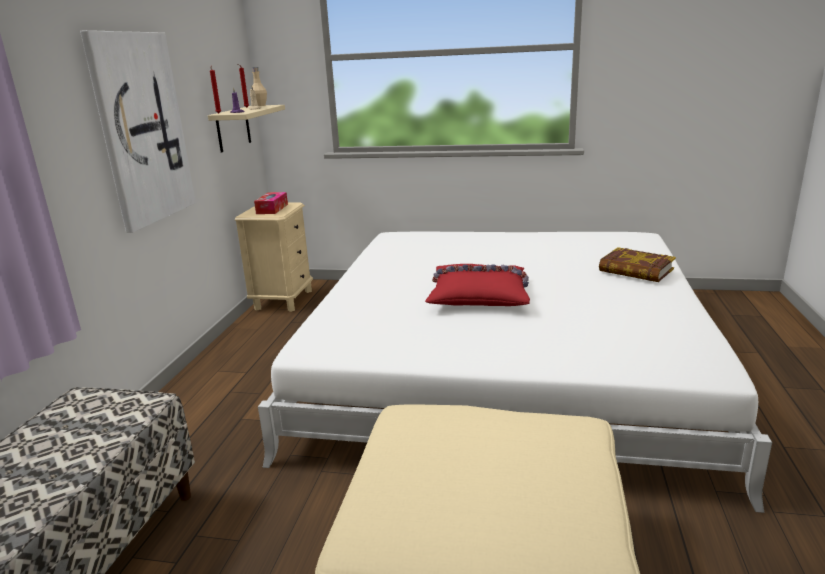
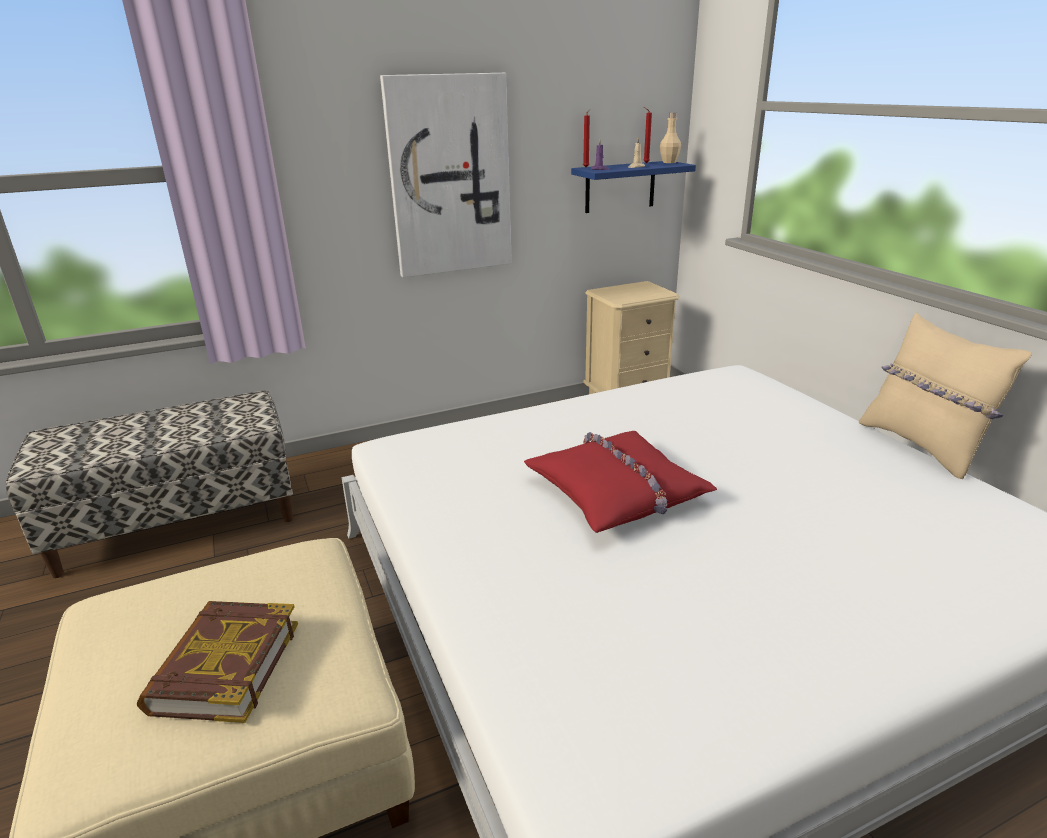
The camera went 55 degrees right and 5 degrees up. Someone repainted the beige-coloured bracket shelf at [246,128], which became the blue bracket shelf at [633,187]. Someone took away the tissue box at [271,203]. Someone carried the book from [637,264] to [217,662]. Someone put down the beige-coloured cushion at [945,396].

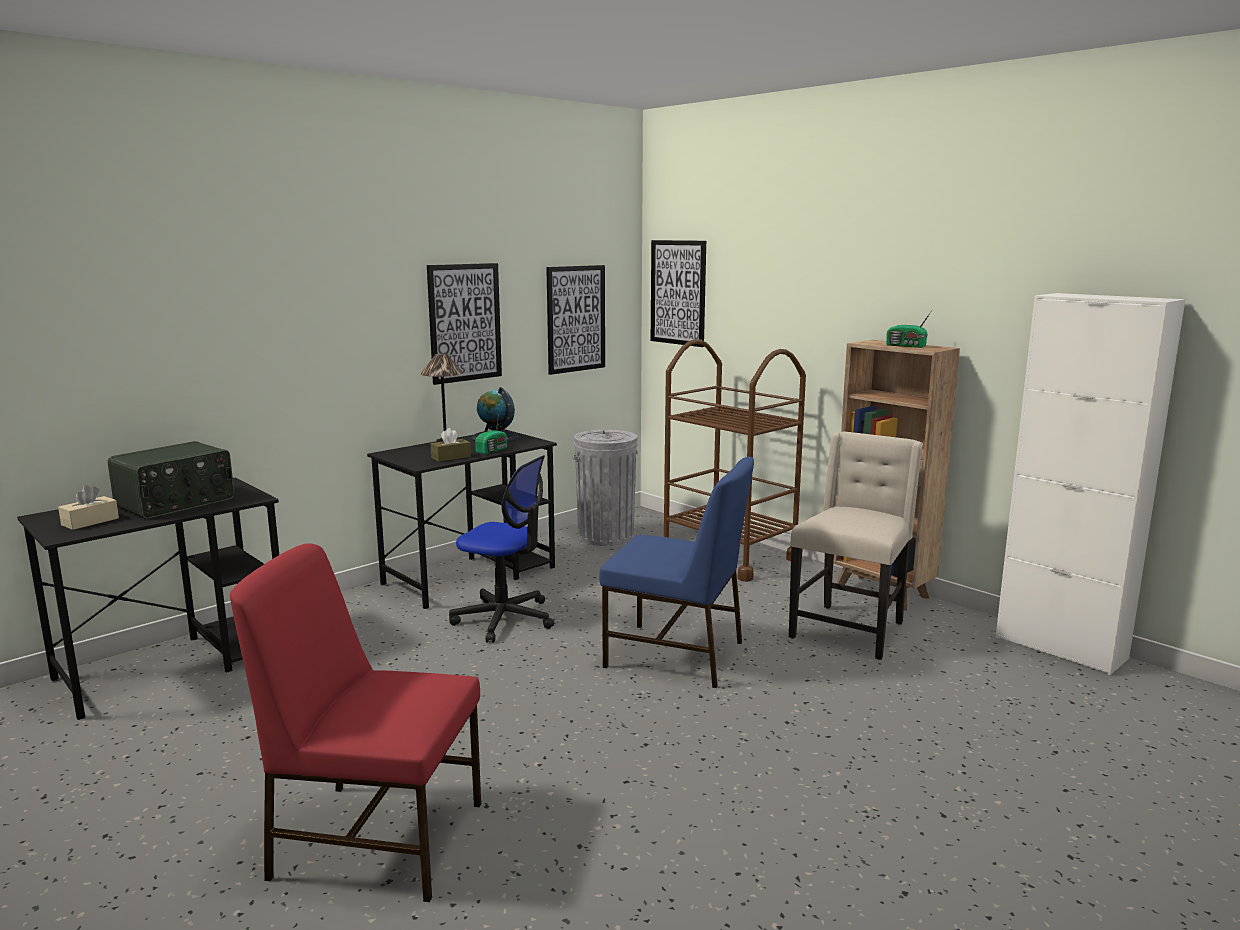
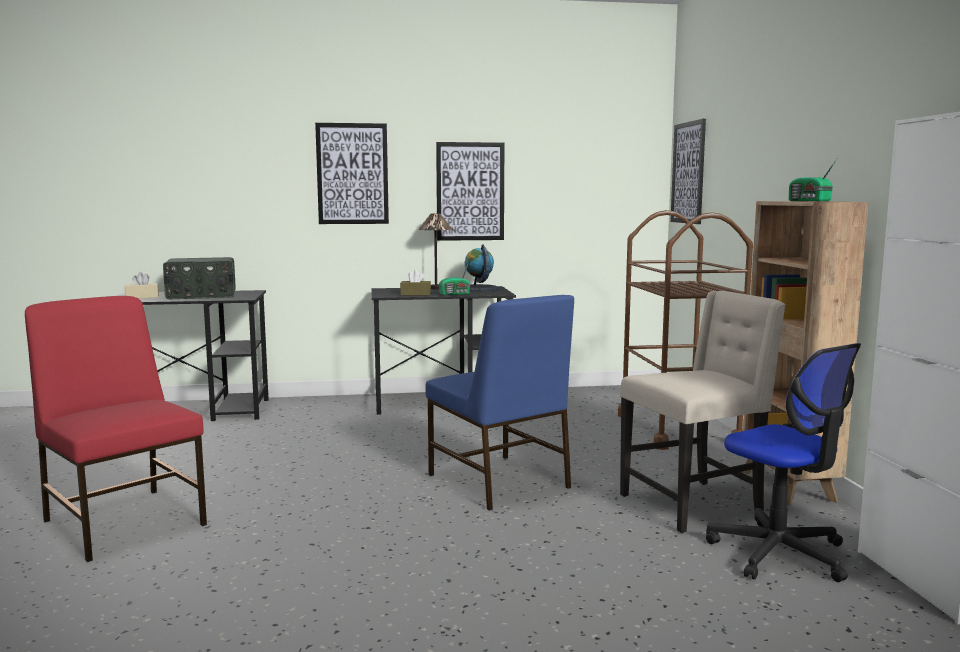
The camera went 35 degrees right and 5 degrees down. Someone carried the wall picture from [575,320] to [352,173]. Someone took away the greyish rubbish bin at [605,488]. Someone carried the desk chair from [501,549] to [783,462].

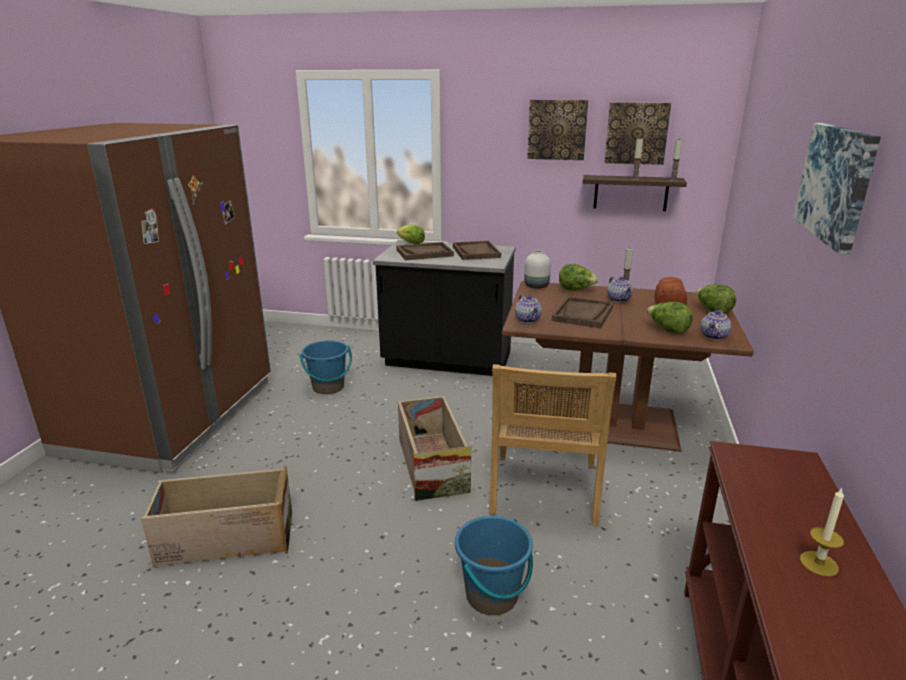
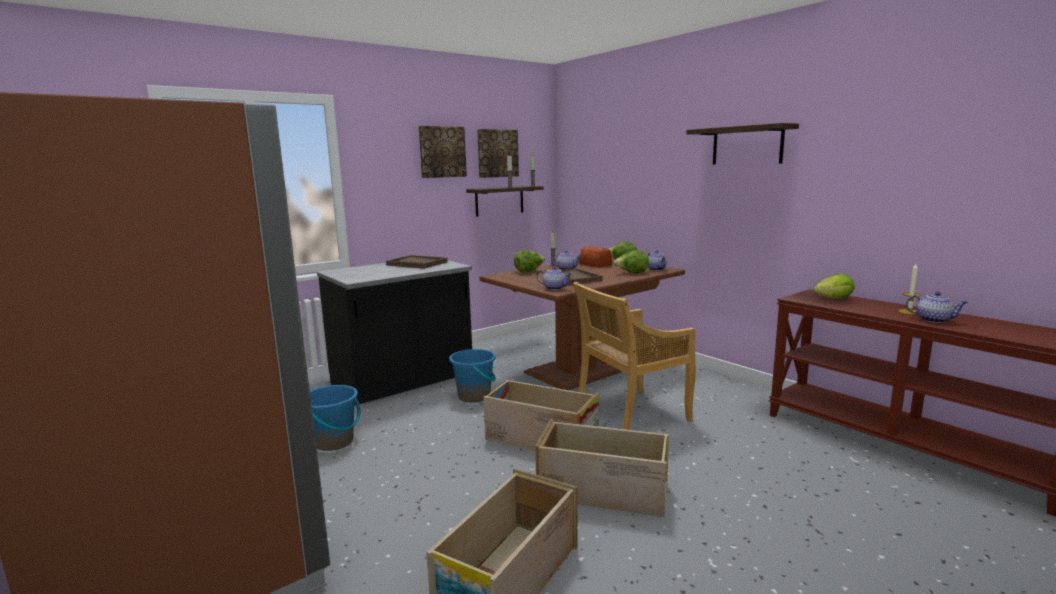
The camera went 50 degrees left and 10 degrees down. Someone swapped the wall picture at [837,189] for the bracket shelf at [742,143]. Someone carried the head of lettuce from [410,234] to [834,286]. Someone took away the brownish tray at [425,251]. Someone took away the white flower vase at [537,269]. Someone rotated the beige-coloured plain chair at [552,445] by 105 degrees clockwise. Someone carried the blue bucket from [494,565] to [472,376]. Someone put down the teapot at [937,307]. Someone put down the packing crate at [602,468].

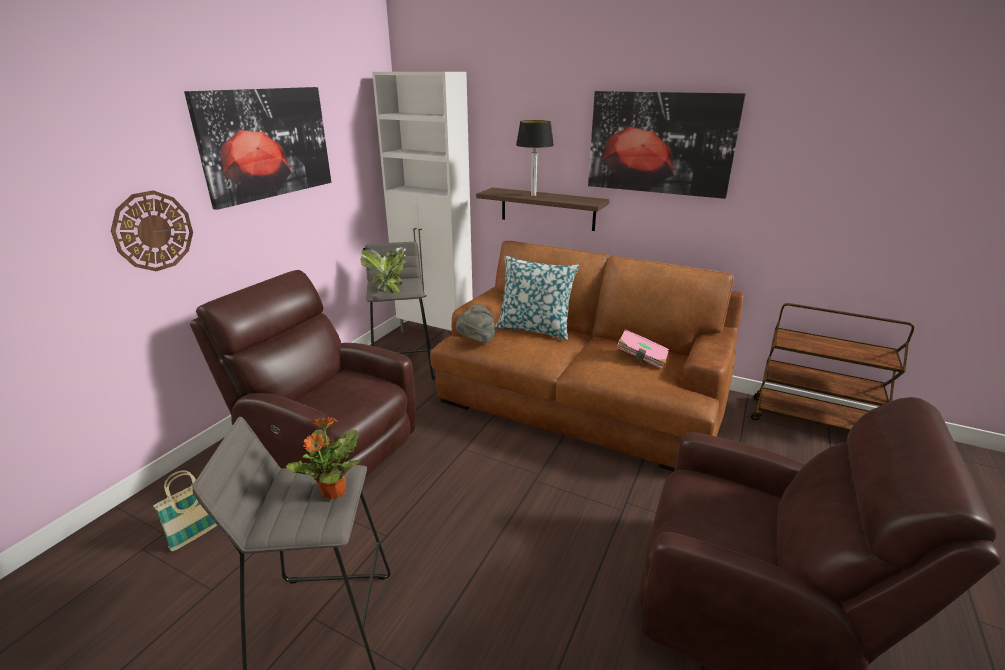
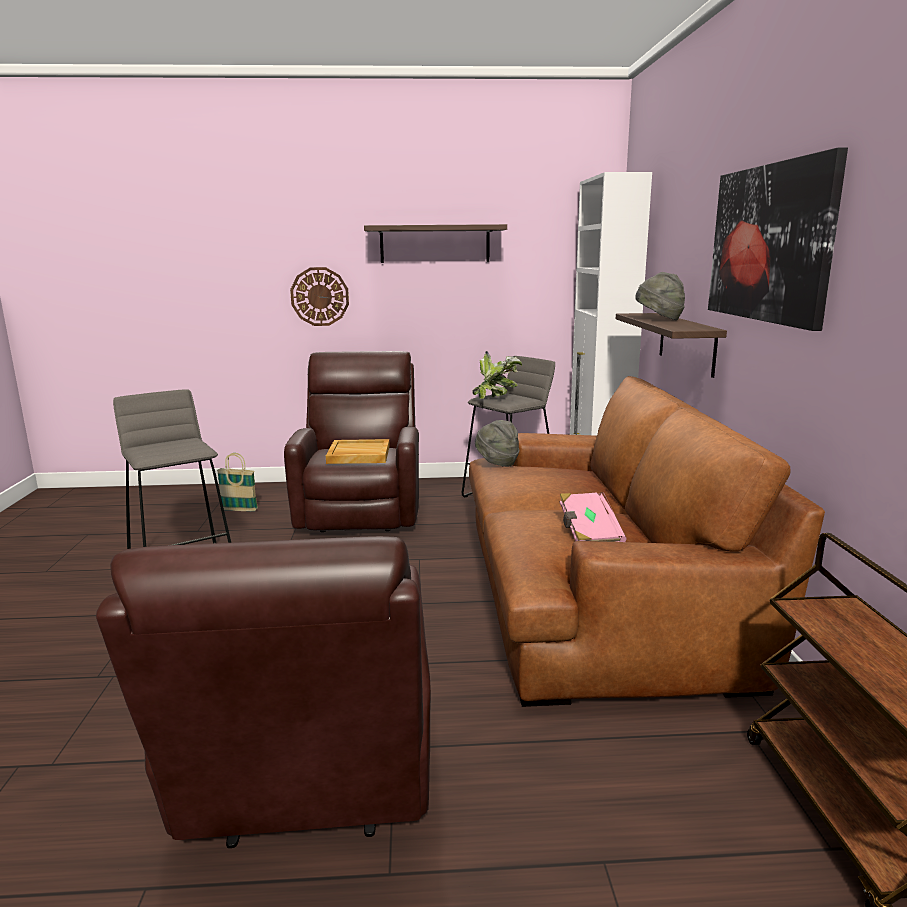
The camera went 60 degrees right and 10 degrees down. Someone swapped the wall picture at [257,148] for the bracket shelf at [435,243]. Someone swapped the lamp for a table at [535,158] for the greyish clothing hat at [660,296]. Someone took away the cushion at [537,298]. Someone took away the houseplant at [323,458]. Someone put down the beige-coloured tray at [358,451].

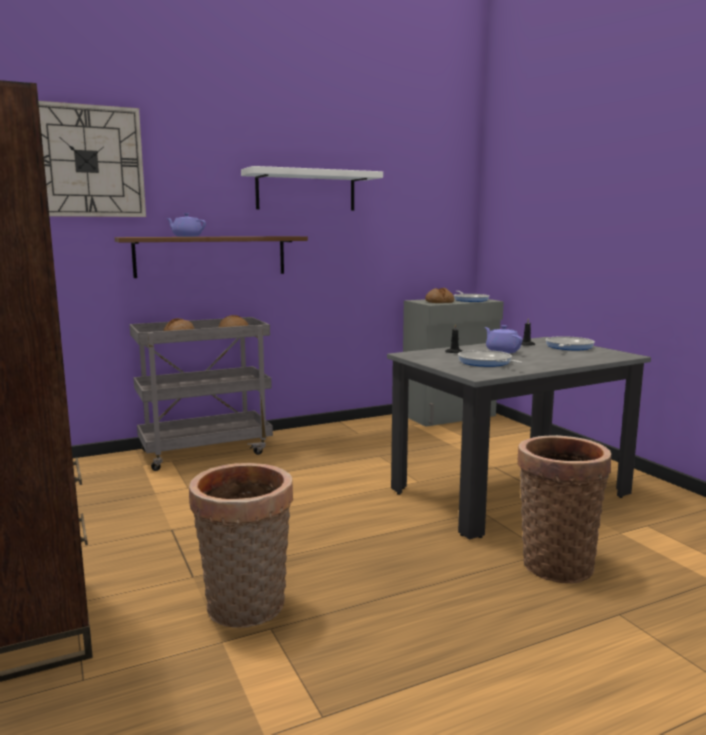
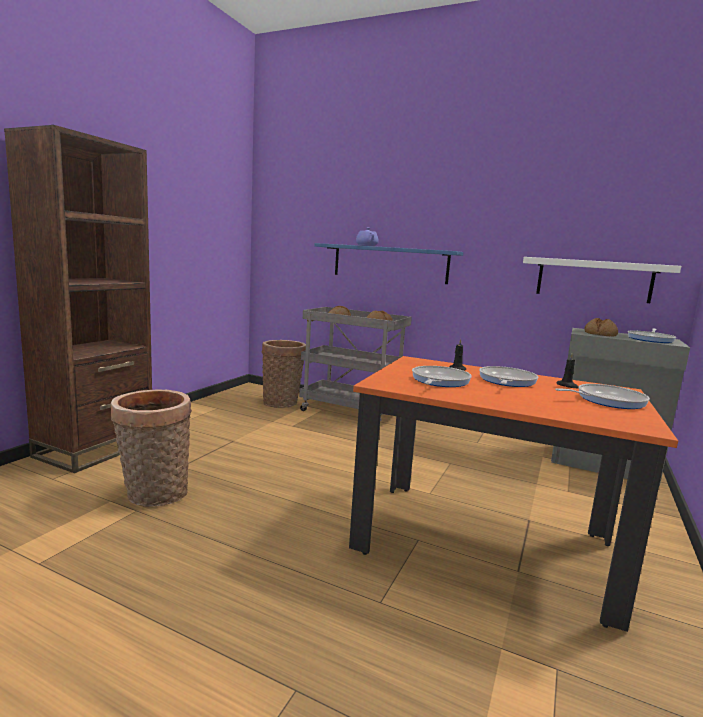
The camera went 50 degrees right and 0 degrees up. Someone took away the hanging clock at [92,159]. Someone carried the white bracket shelf from [312,188] to [602,280]. Someone repainted the brownish bracket shelf at [211,257], which became the blue bracket shelf at [388,263]. Someone swapped the purplish teapot at [504,339] for the pan at [508,376]. Someone repainted the greyish dinner table at [519,438], which became the orange-coloured dinner table at [513,494]. Someone carried the basket from [564,509] to [284,374].

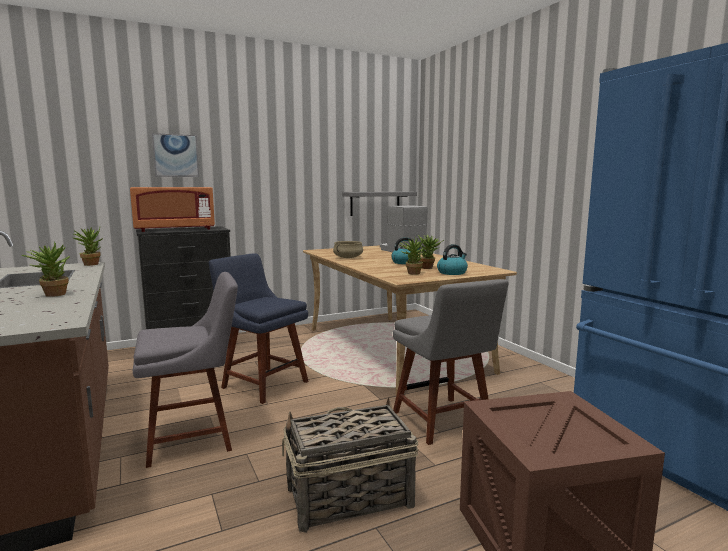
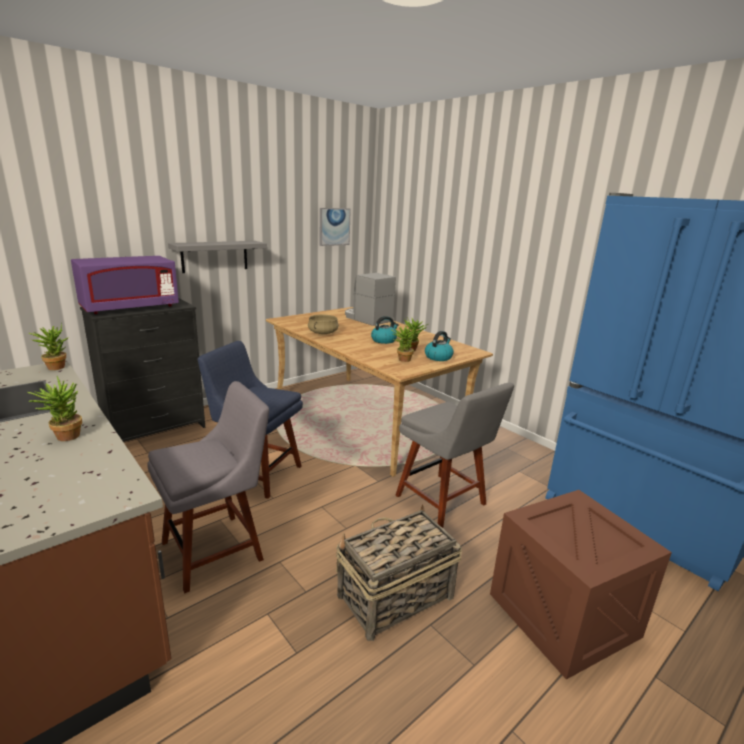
The camera went 15 degrees left and 10 degrees up. Someone carried the wall picture from [175,155] to [335,227]. Someone repainted the orange-coloured microwave at [172,209], which became the purplish microwave at [125,285]. Someone carried the greyish bracket shelf from [379,204] to [217,257].

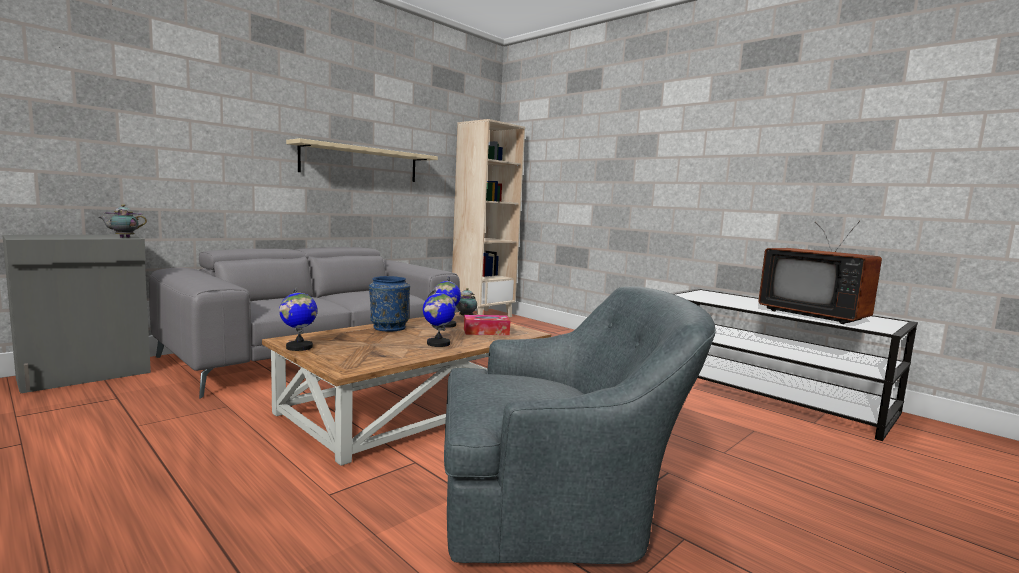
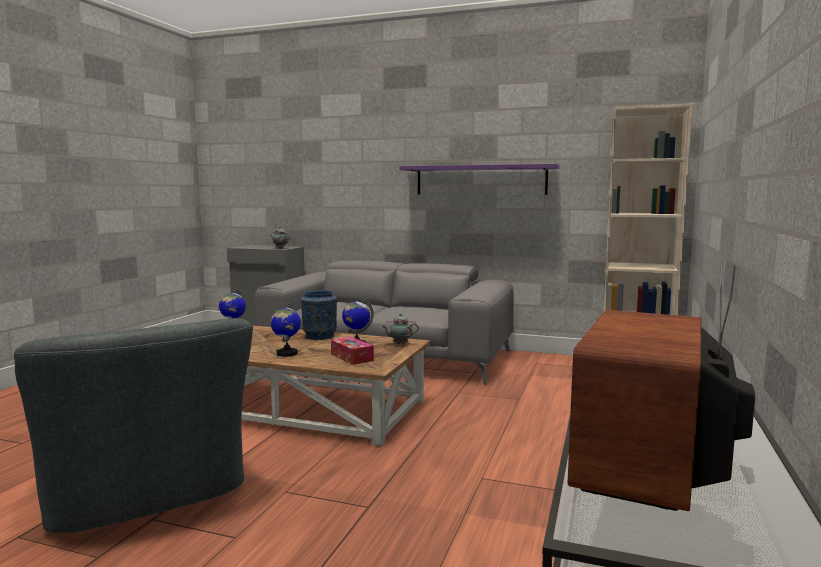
The camera went 65 degrees right and 0 degrees up. Someone repainted the beige-coloured bracket shelf at [362,160], which became the purplish bracket shelf at [479,179].

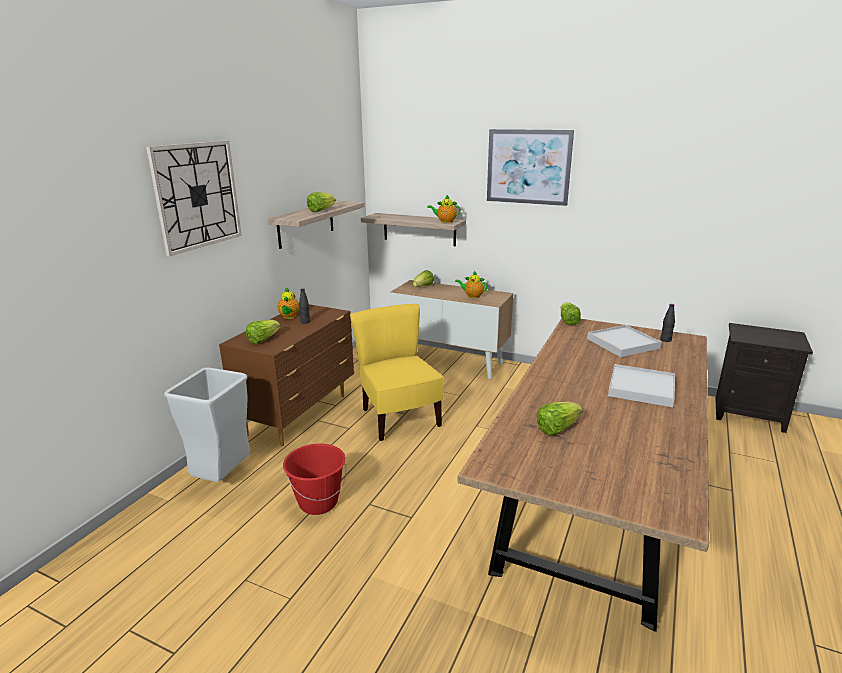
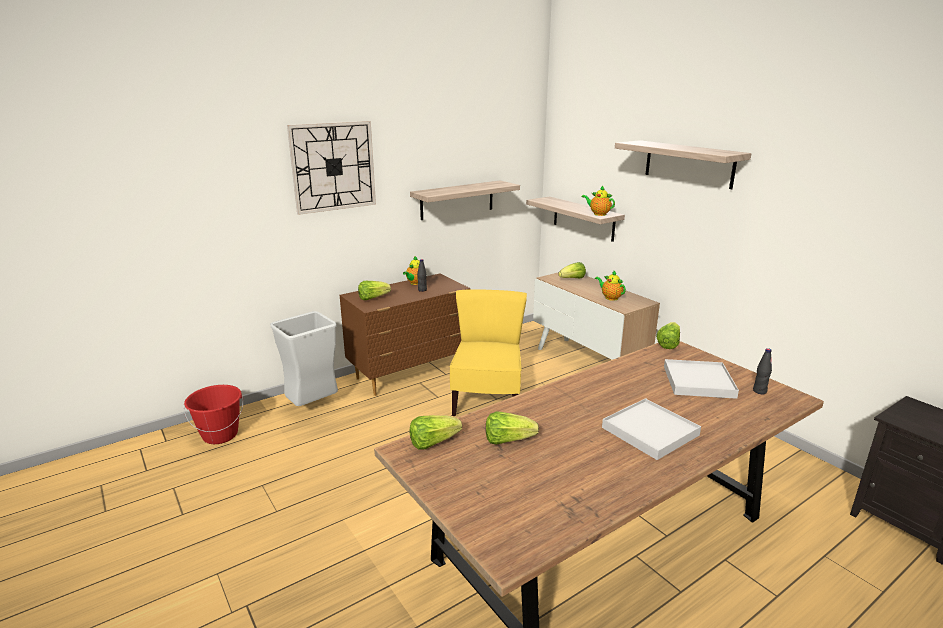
The camera went 30 degrees right and 0 degrees up. Someone swapped the wall picture at [530,167] for the bracket shelf at [683,164]. Someone carried the head of lettuce from [321,202] to [436,432]. Someone carried the reddish bucket from [315,479] to [213,414].

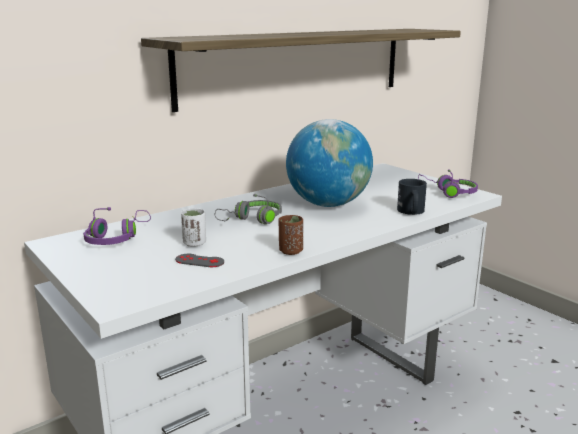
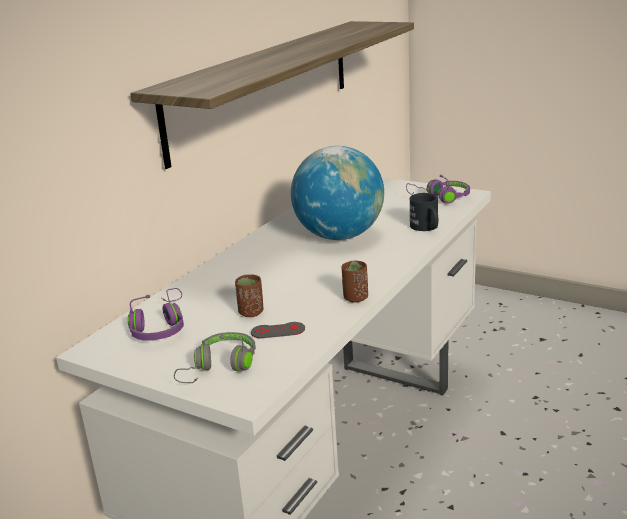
The camera went 20 degrees left and 5 degrees up. Someone carried the greyish headphones from [248,209] to [215,357]. Someone repainted the white drinking cup at [193,227], which became the brownish drinking cup at [249,295].

